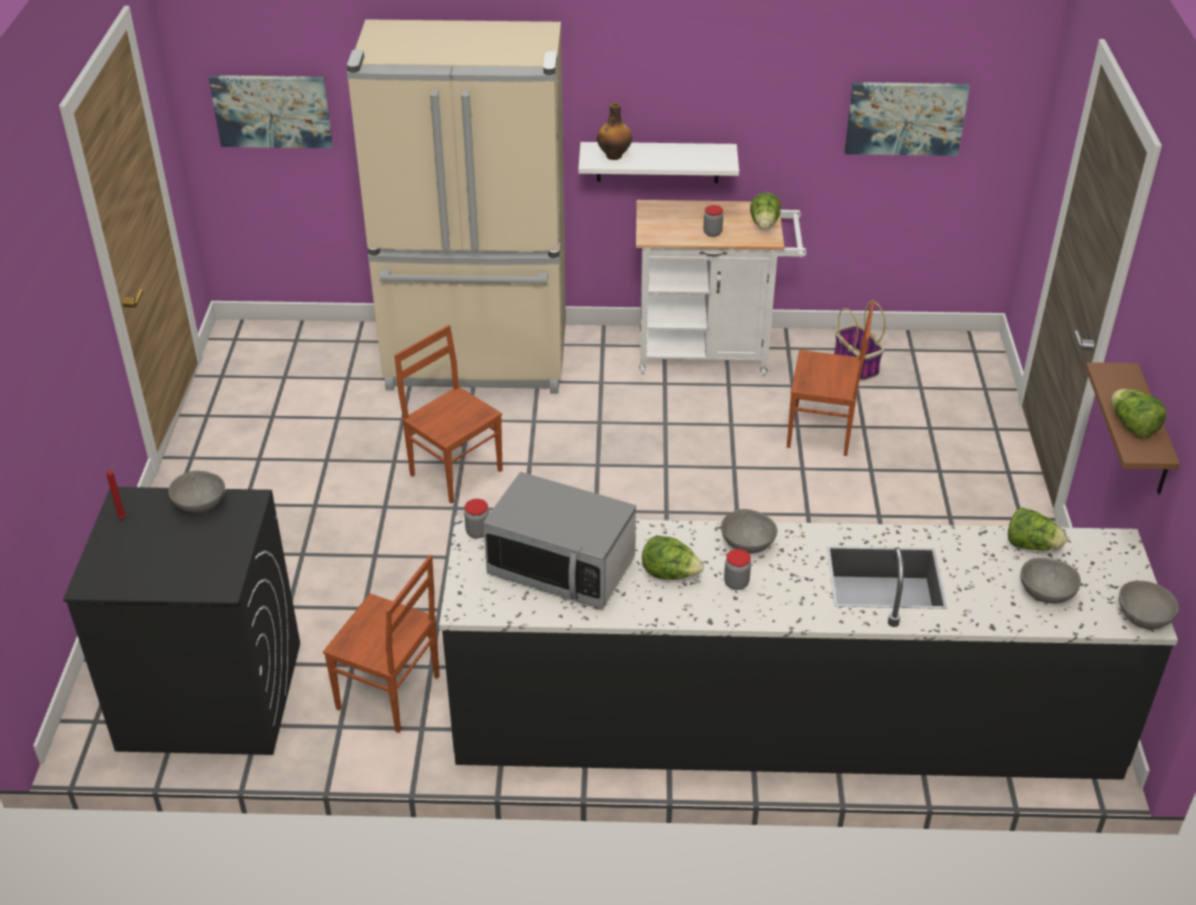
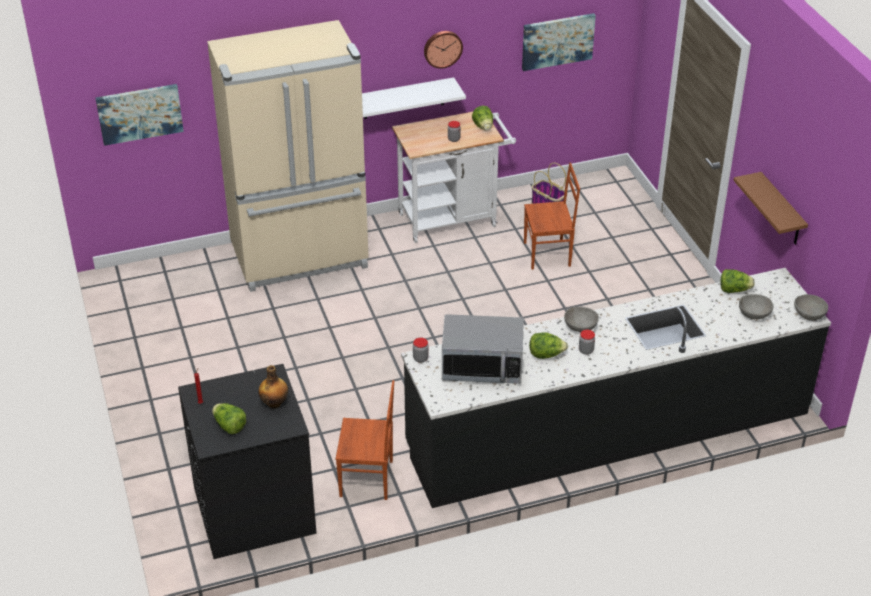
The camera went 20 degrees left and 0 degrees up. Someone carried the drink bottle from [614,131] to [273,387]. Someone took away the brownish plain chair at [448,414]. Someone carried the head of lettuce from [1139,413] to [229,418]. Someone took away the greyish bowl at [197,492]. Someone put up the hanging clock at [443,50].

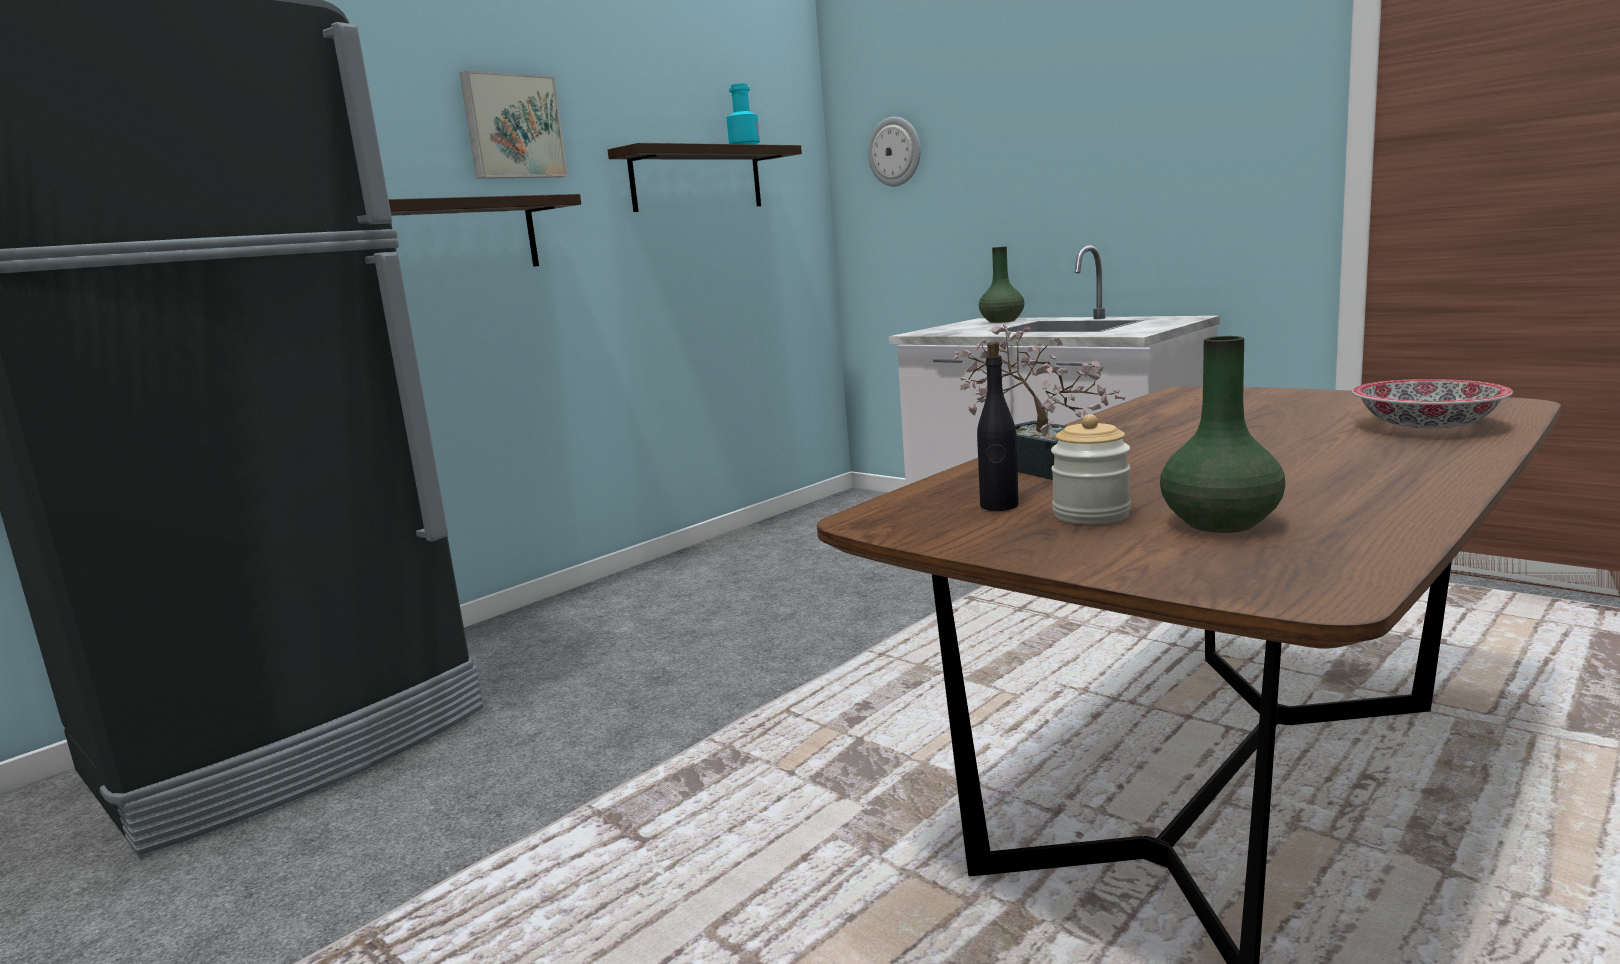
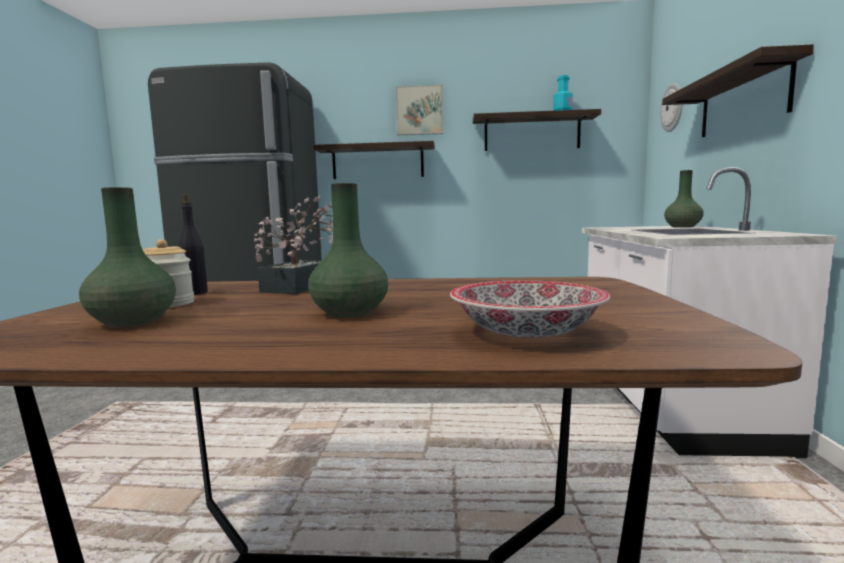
The camera went 50 degrees right and 5 degrees down. Someone put up the bracket shelf at [738,90]. Someone put down the green flower vase at [348,250].

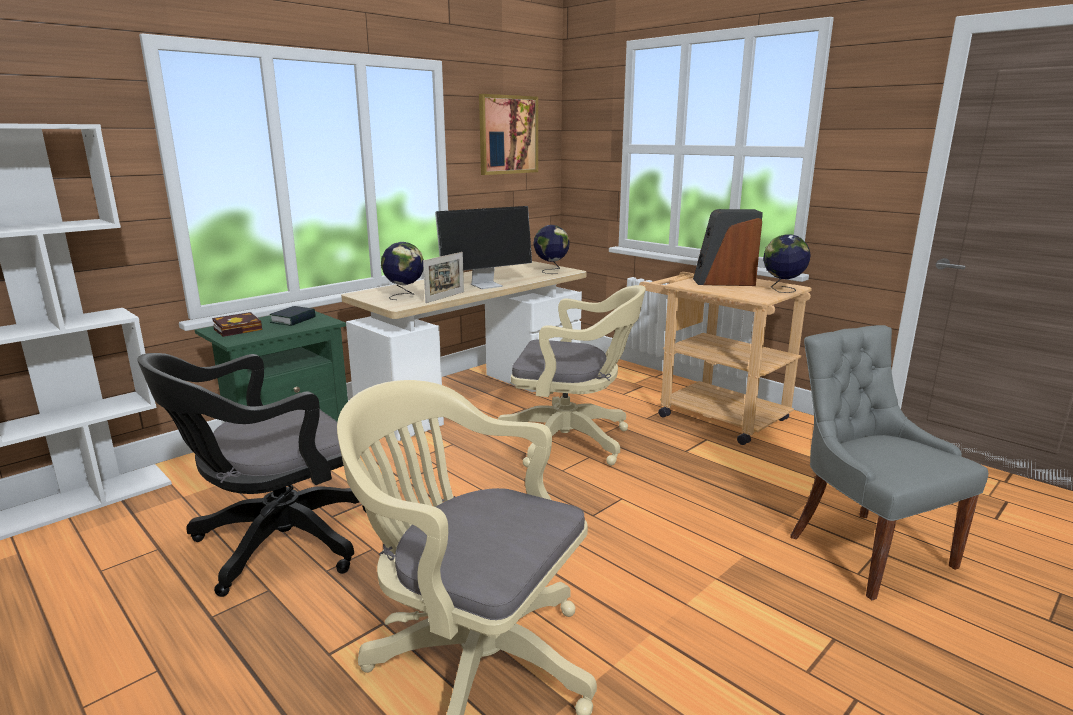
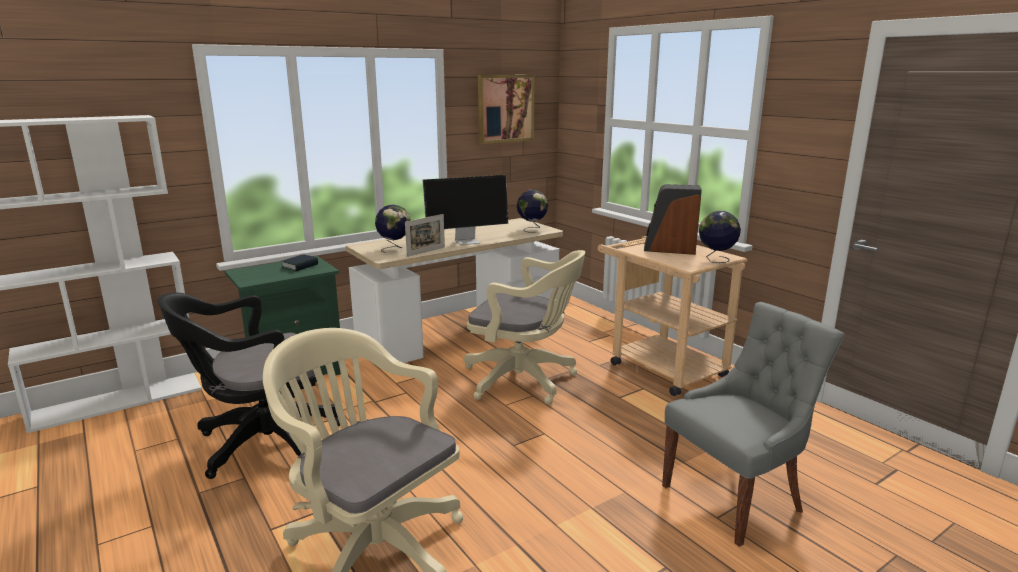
The camera went 10 degrees right and 0 degrees up. Someone took away the book at [237,324]. Someone rotated the greyish plain chair at [889,462] by 75 degrees clockwise.

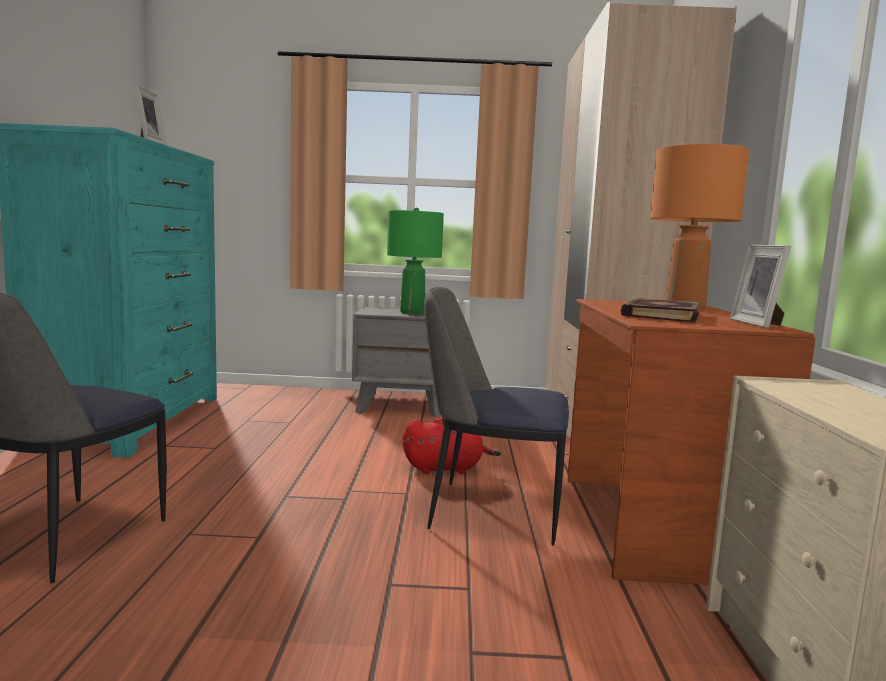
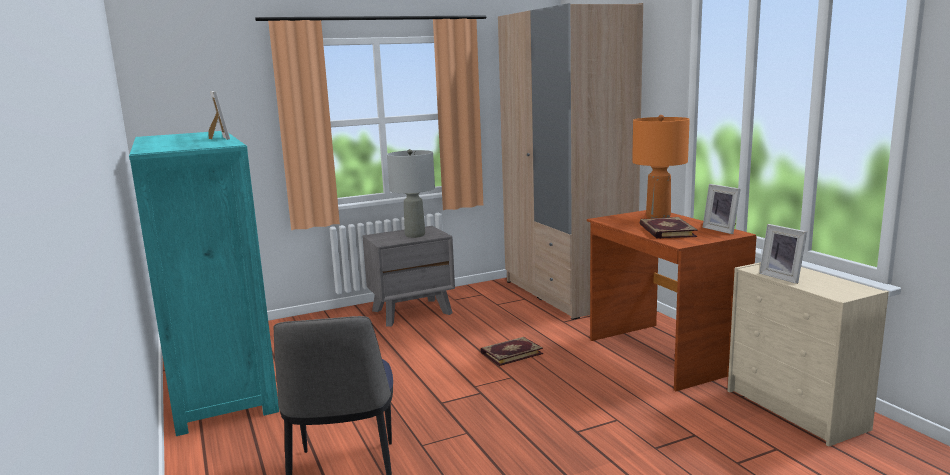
The camera went 25 degrees left and 5 degrees up. Someone repainted the green lamp for a table at [415,261], which became the greyish lamp for a table at [411,193]. Someone took away the plain chair at [496,416]. Someone swapped the reddish cuddly toy at [452,445] for the book at [512,351]. Someone put down the standing frame at [783,254].

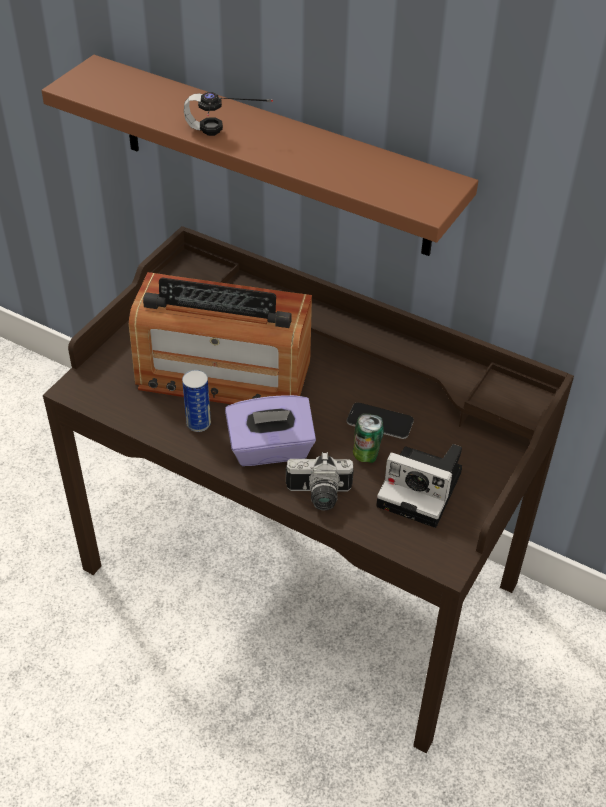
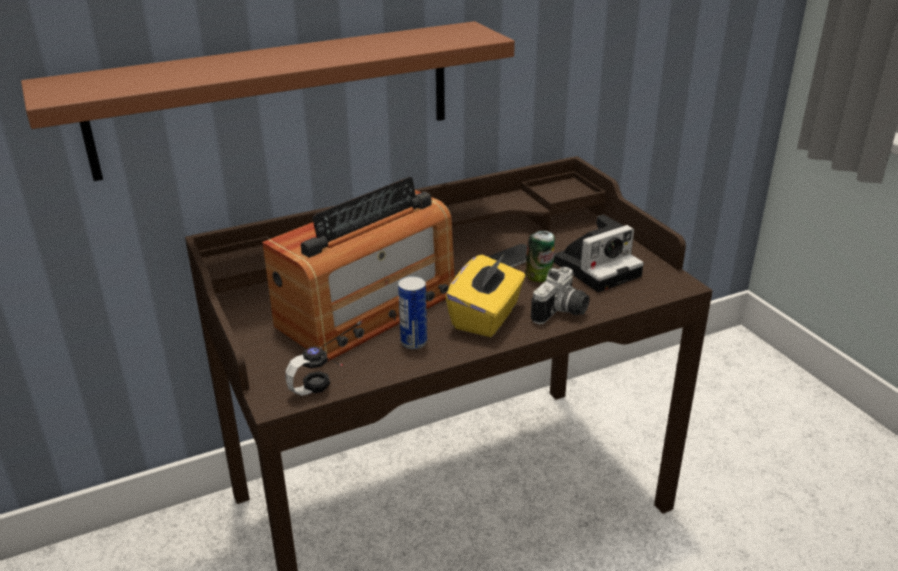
The camera went 55 degrees left and 15 degrees down. Someone carried the headphones from [228,114] to [324,358]. Someone repainted the purplish tissue box at [270,430], which became the yellow tissue box at [486,295].

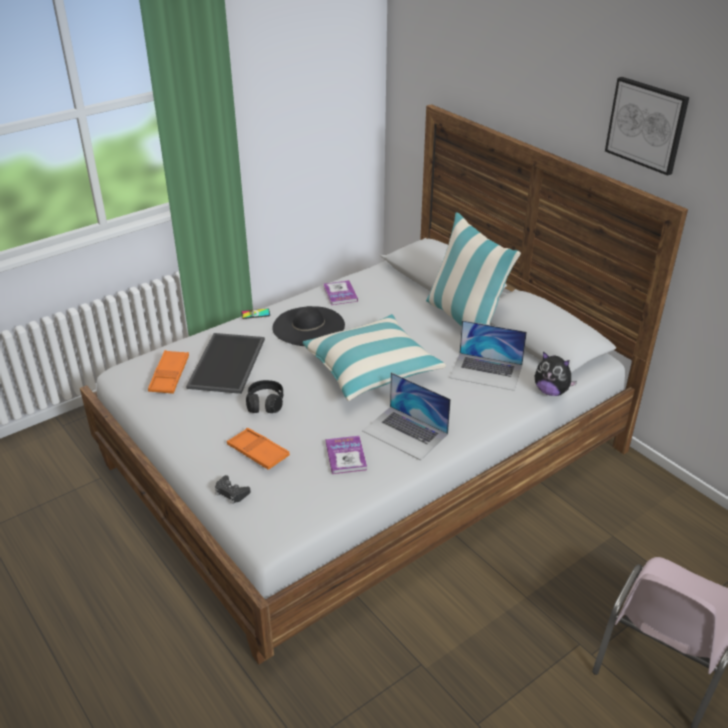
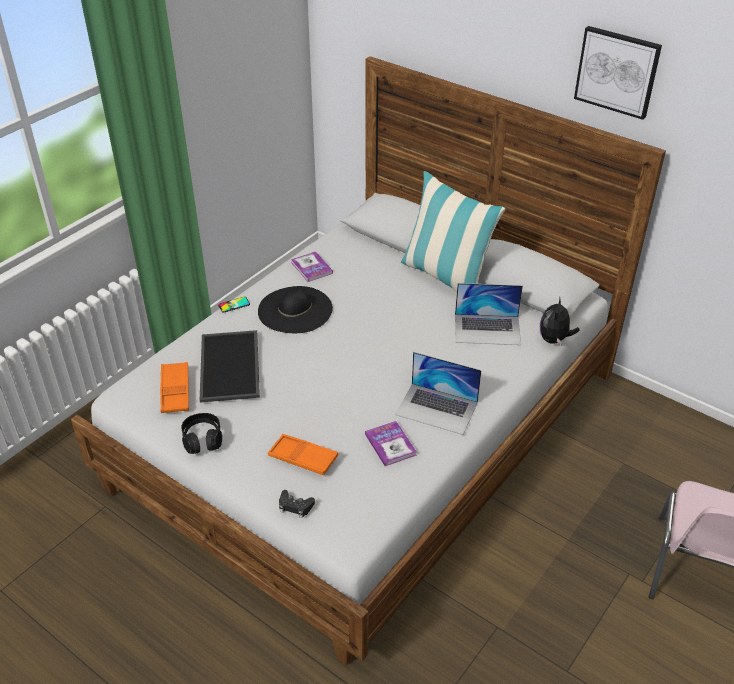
The camera went 15 degrees left and 5 degrees up. Someone took away the cushion at [374,357]. Someone rotated the cuddly toy at [556,373] by 90 degrees clockwise. Someone carried the black headphones from [264,396] to [201,433].

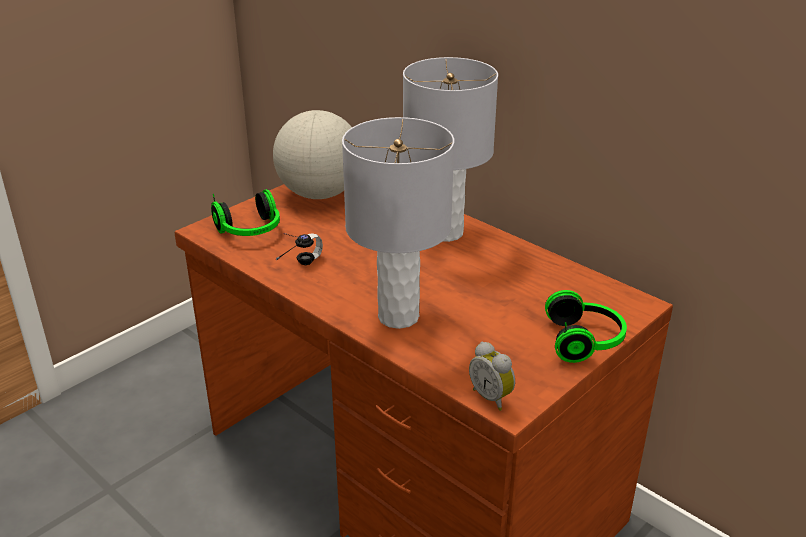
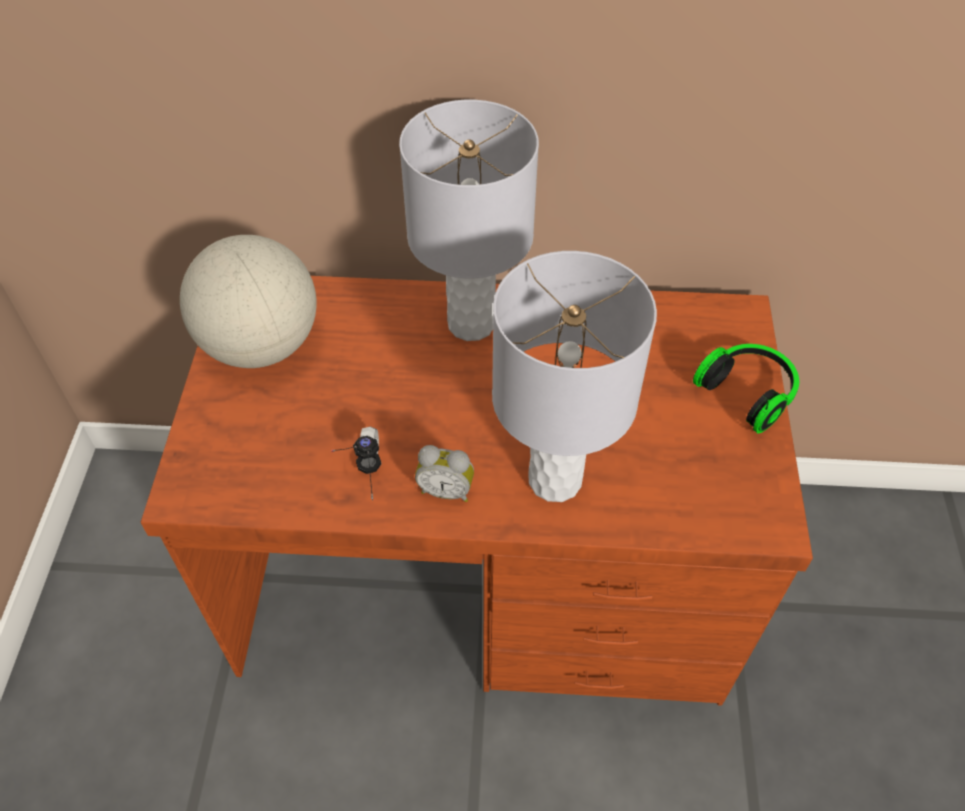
The camera went 40 degrees left and 20 degrees up. Someone took away the headphones at [245,212]. Someone carried the table clock from [492,376] to [444,473].

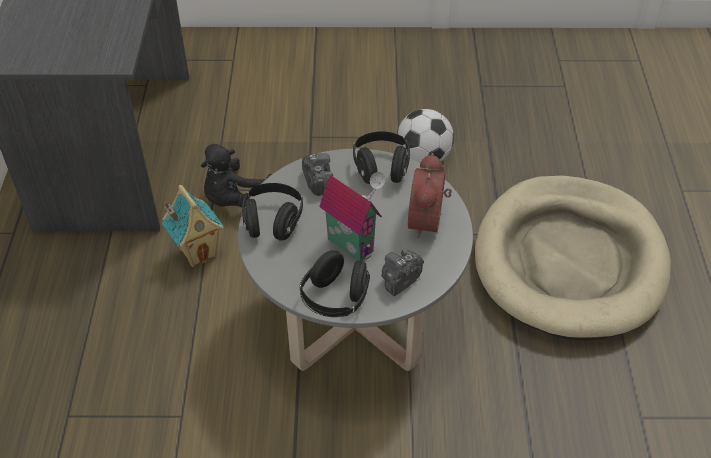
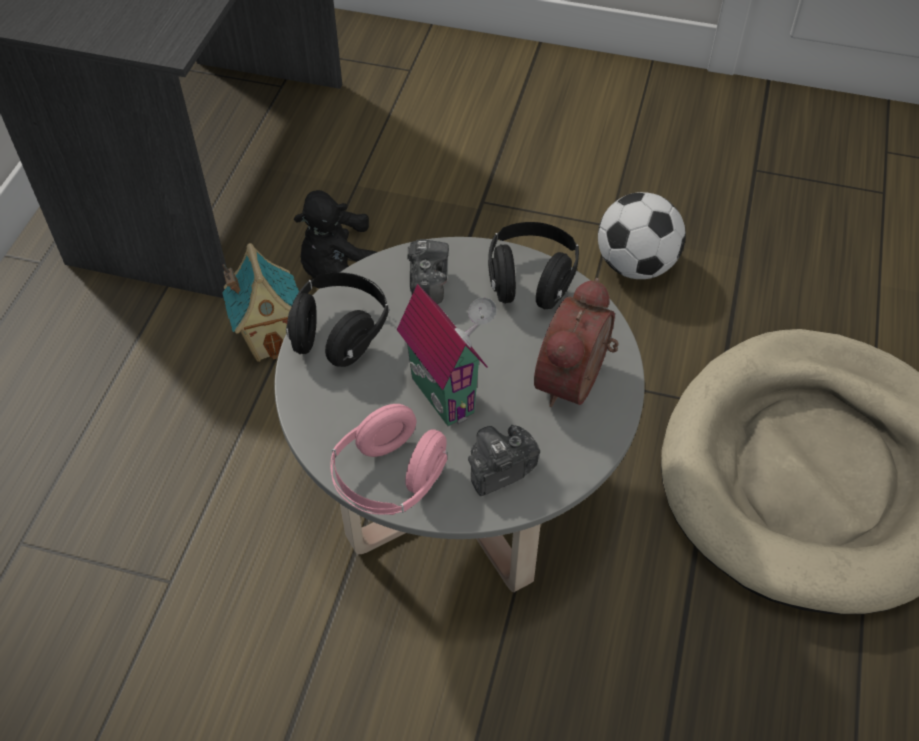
The camera went 15 degrees right and 5 degrees up. Someone repainted the black headphones at [334,283], which became the pinkish headphones at [388,459].

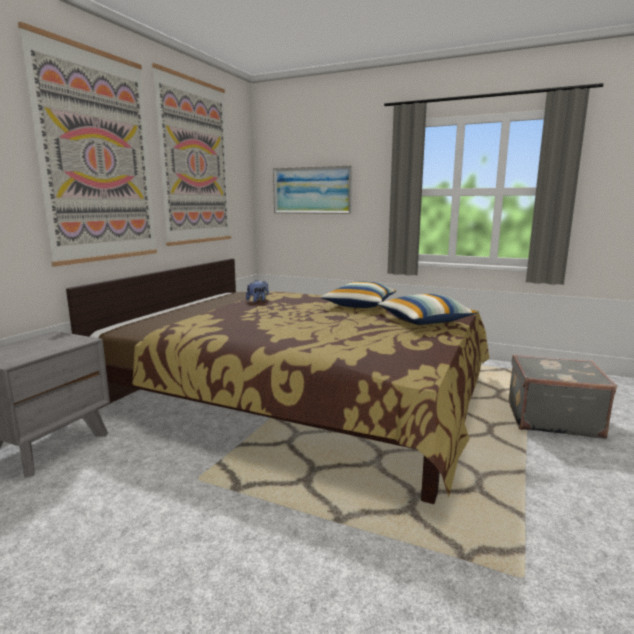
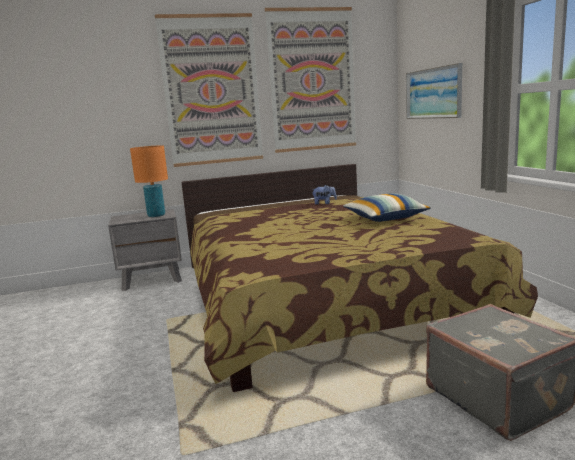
The camera went 50 degrees right and 0 degrees up. Someone took away the cushion at [427,309]. Someone put down the orange-coloured lamp for a table at [149,181].

